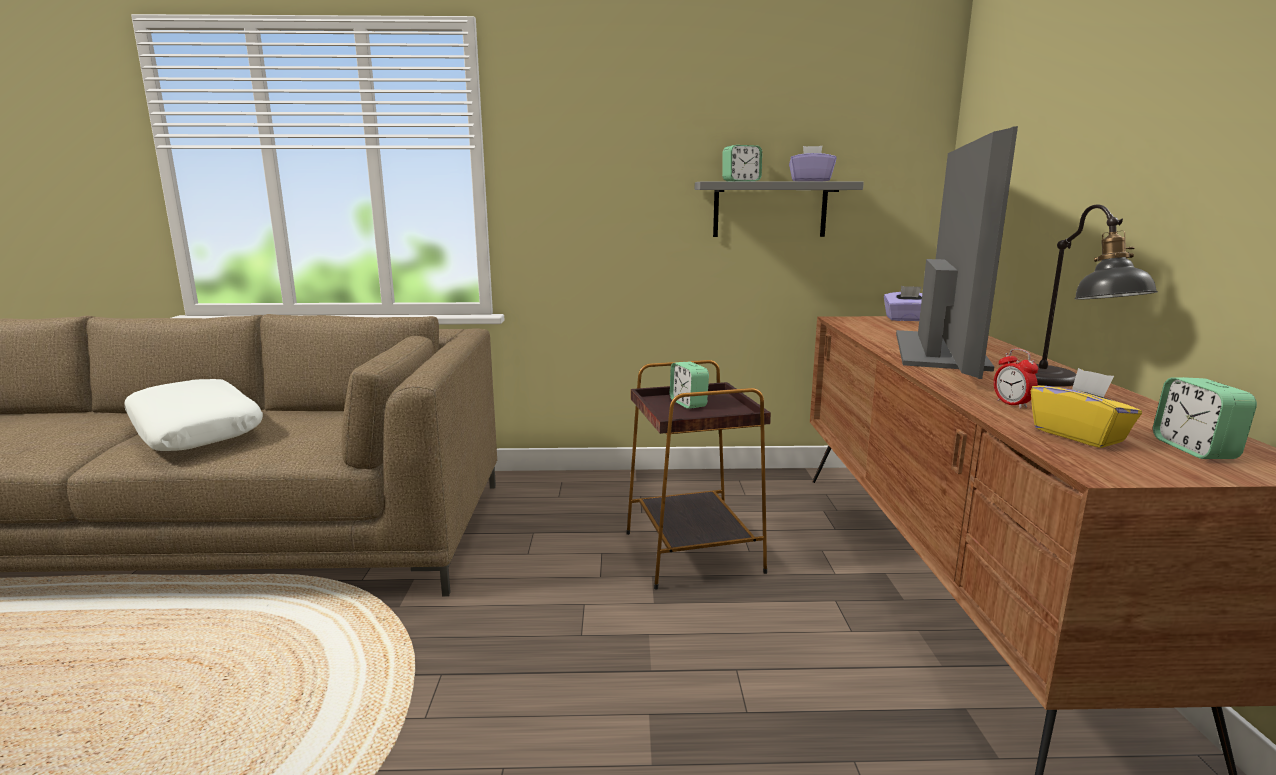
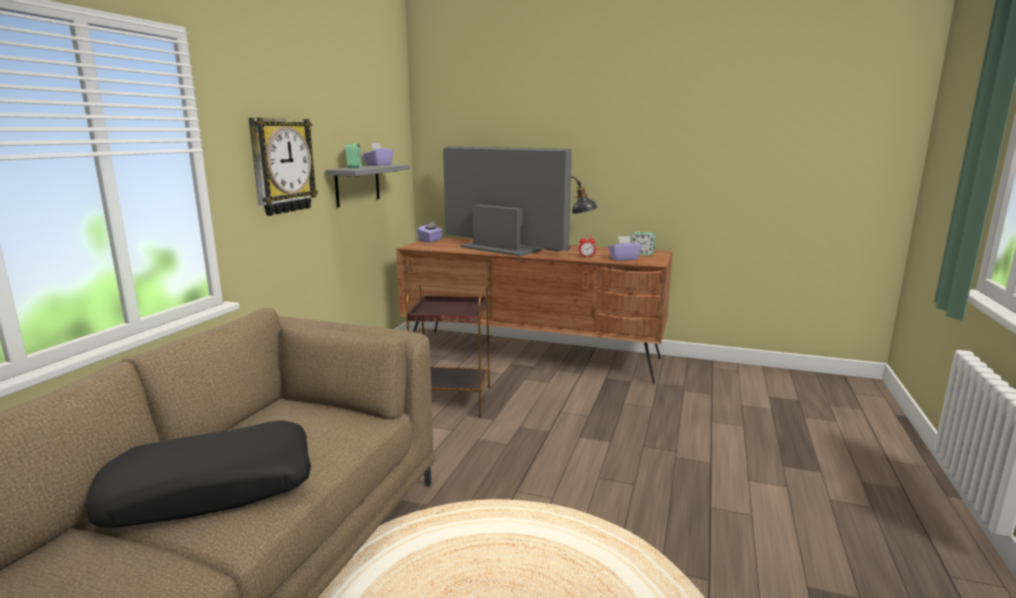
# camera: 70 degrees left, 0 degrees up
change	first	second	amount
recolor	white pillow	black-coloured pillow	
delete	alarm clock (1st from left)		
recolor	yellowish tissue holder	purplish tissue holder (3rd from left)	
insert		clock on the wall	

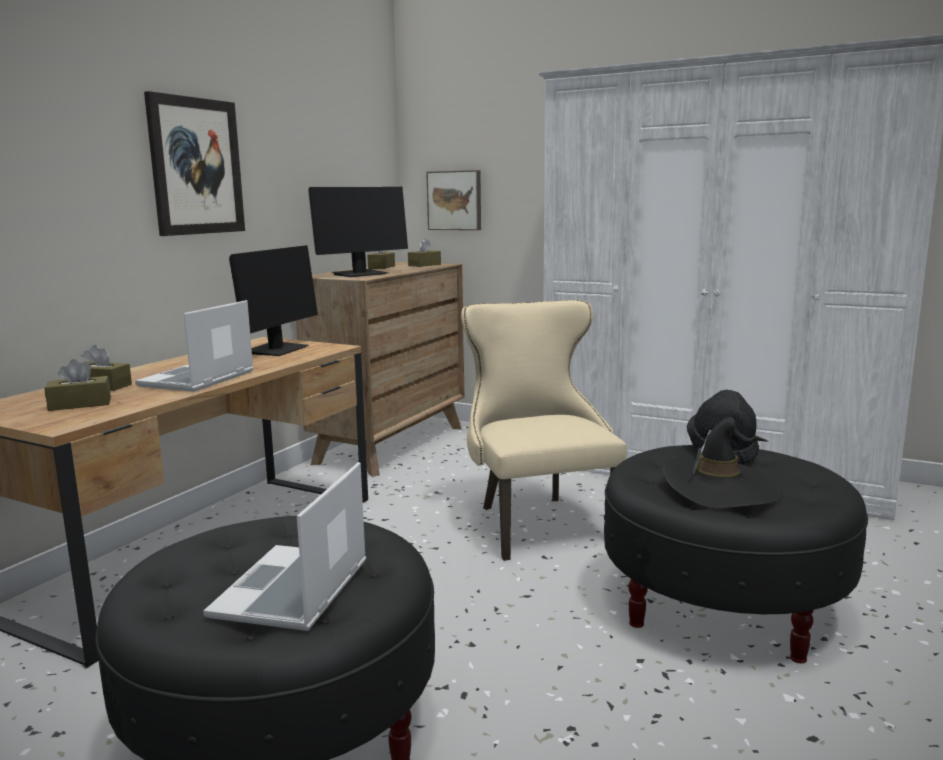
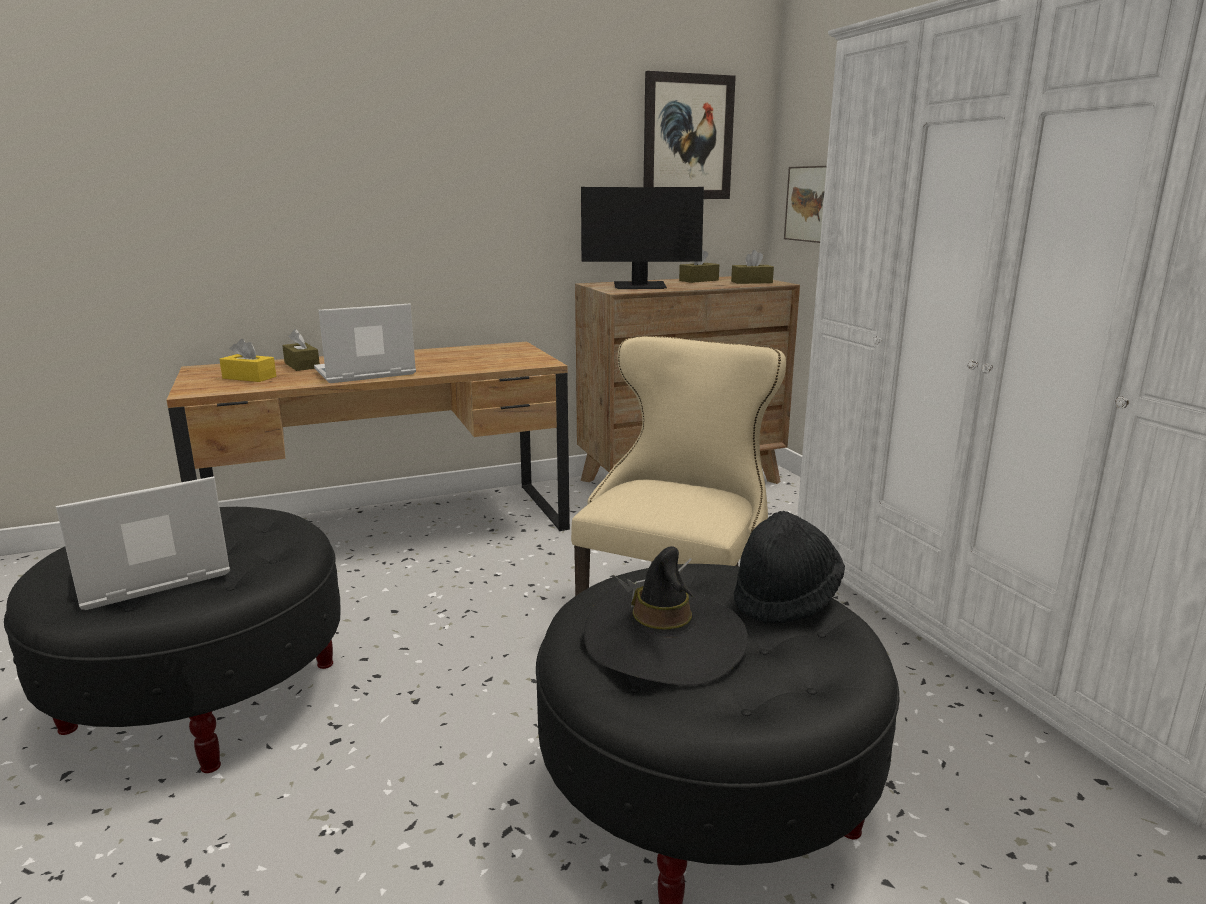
# camera: 40 degrees right, 5 degrees up
change	first	second	amount
recolor	brown-coloured tissue holder (1st from left)	yellowish tissue holder	
move	picture (1st from left)		
delete	computer screen (1st from left)		

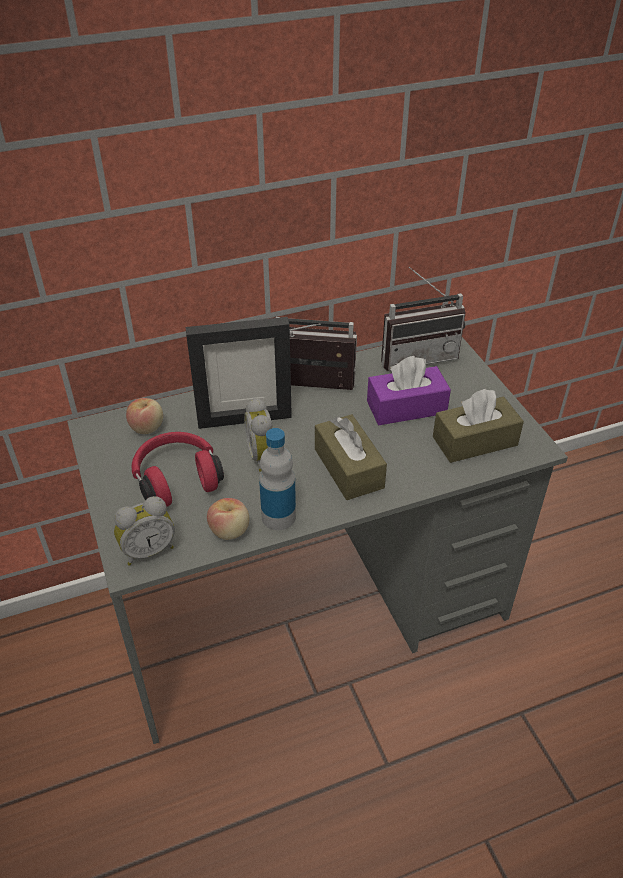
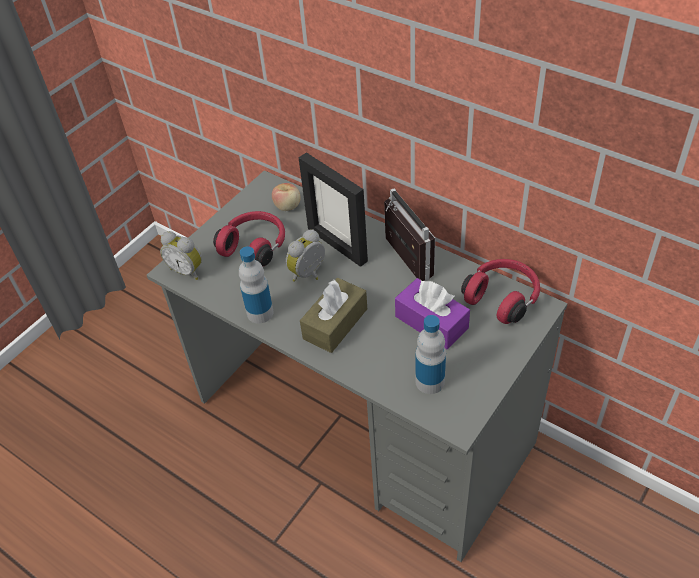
# camera: 60 degrees right, 5 degrees up
change	first	second	amount
delete	apple (2nd from left)		
replace	radio (2nd from left)	red-coloured headphones (2nd from left)	
replace	brown-coloured tissue holder (2nd from left)	drink bottle (2nd from left)	

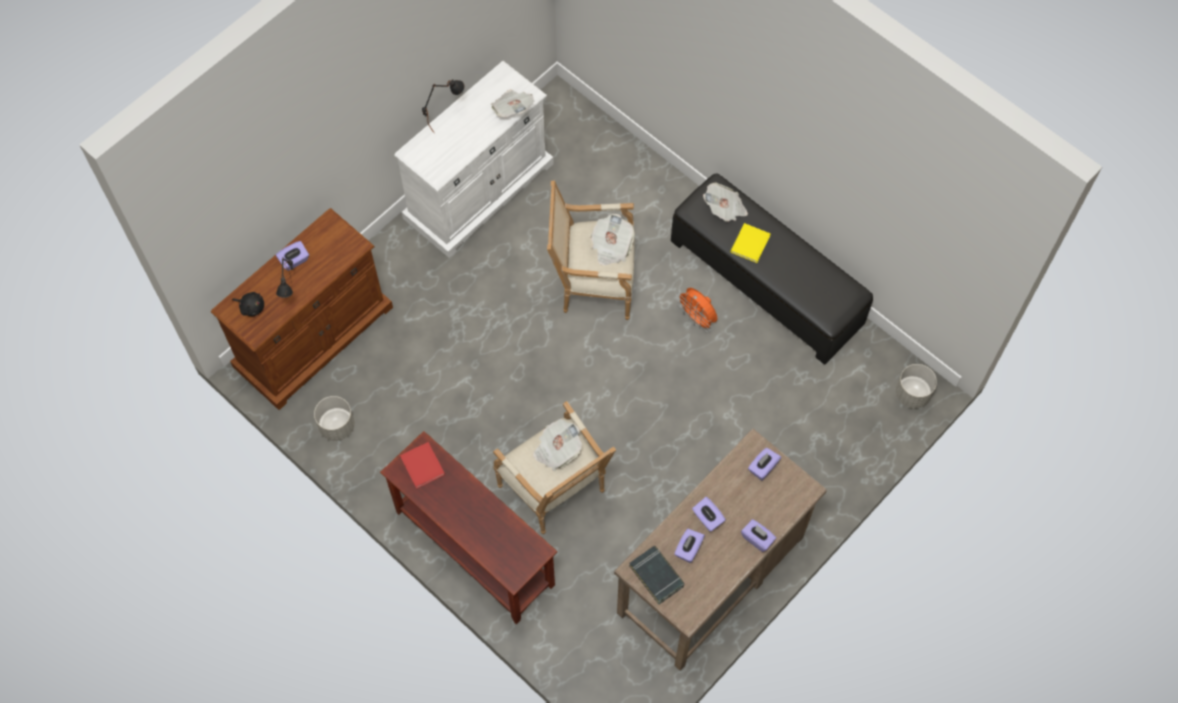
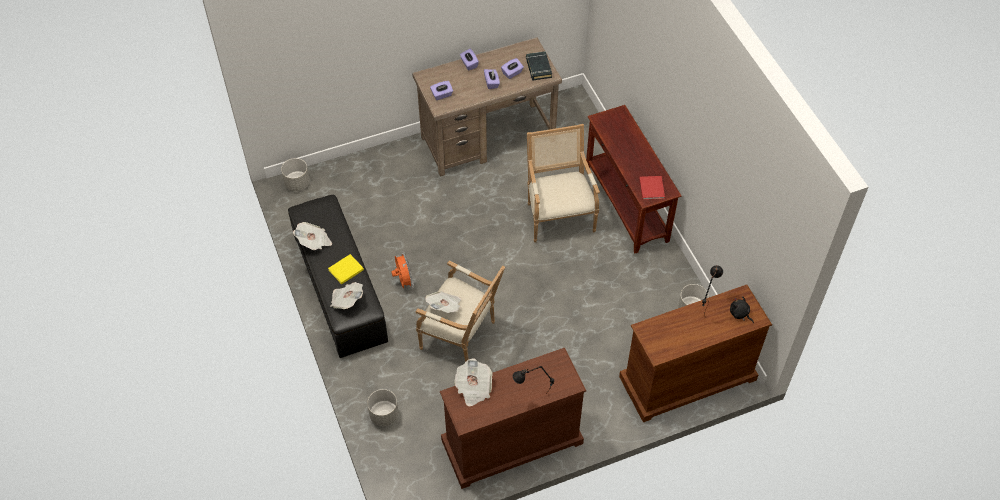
# camera: 155 degrees left, 10 degrees down
change	first	second	amount
delete	purplish tissue holder (1st from left)		
recolor	white drawer chest	brown-coloured drawer chest (1st from left)	
move	printed paper (2nd from left in the first image)	printed paper (1st from left)	
insert		greyish planter (2nd from left)	

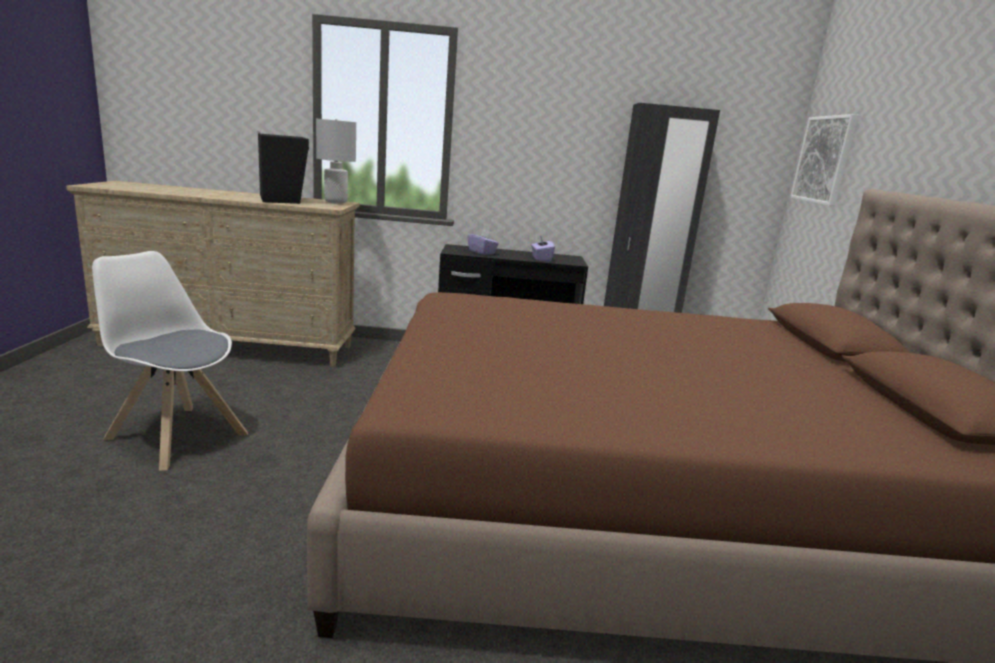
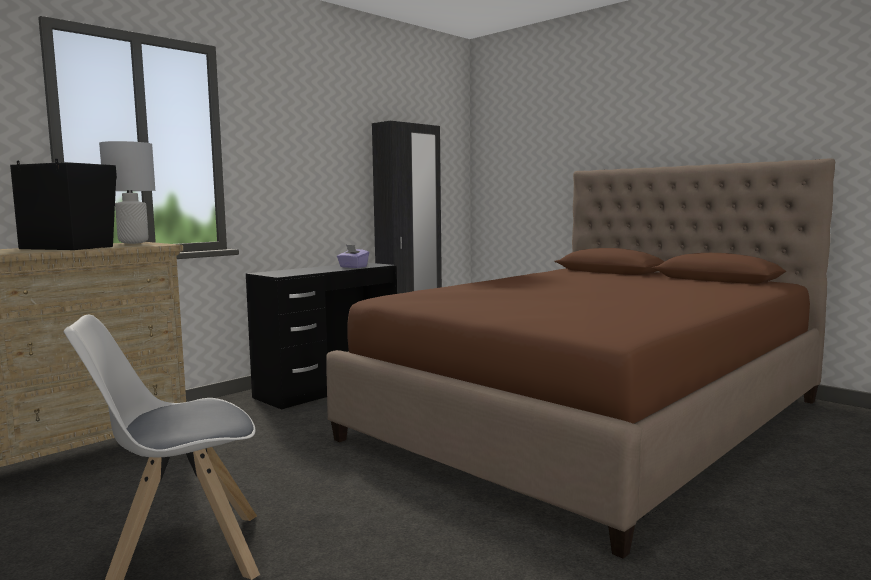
# camera: 45 degrees left, 10 degrees down
change	first	second	amount
delete	purplish tissue holder (1st from left)		
delete	picture		

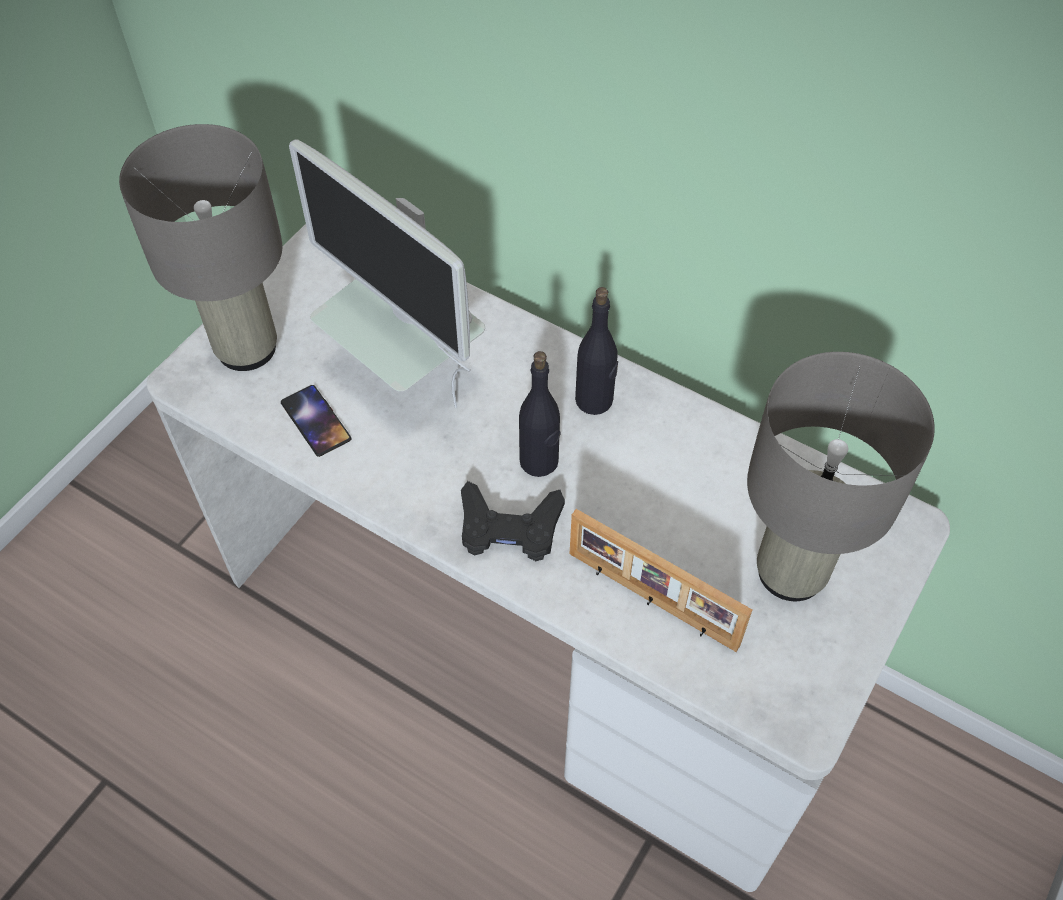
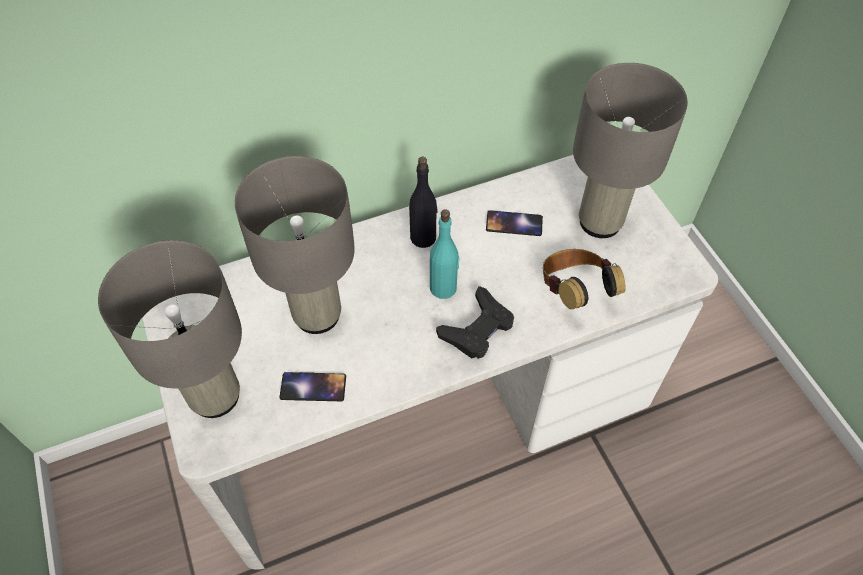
# camera: 55 degrees left, 0 degrees up
change	first	second	amount
replace	computer screen	greyish table lamp (2nd from left)	
recolor	black-coloured drink bottle (1st from left)	turquoise drink bottle	
replace	photo frame	headphones	
insert		handset (2nd from left)	

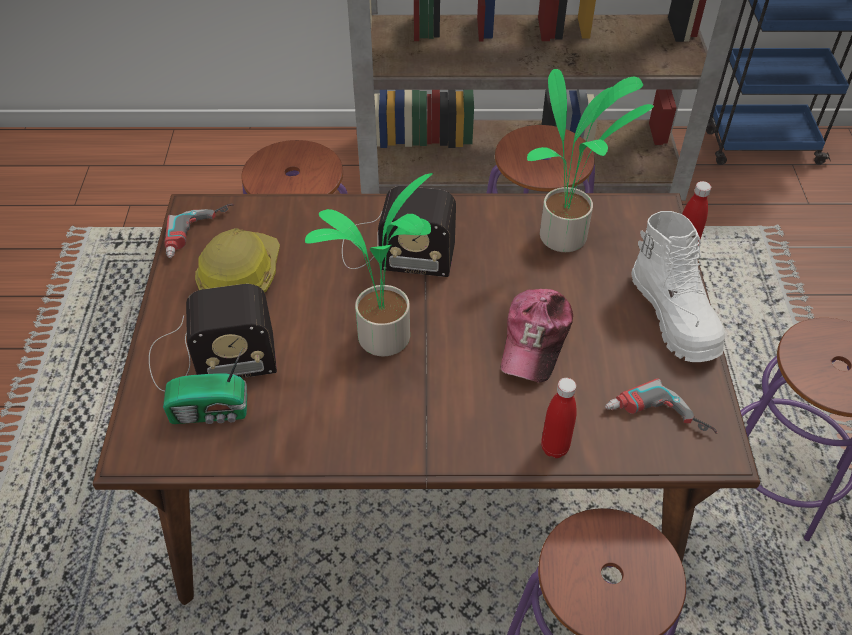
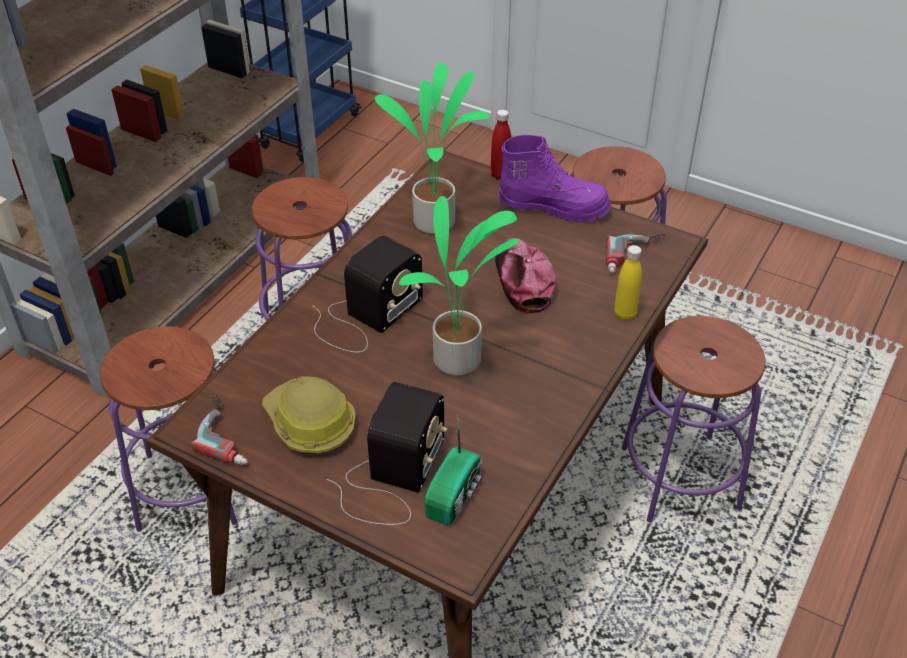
# camera: 60 degrees left, 5 degrees down
change	first	second	amount
rotate	peaked cap		150 degrees counterclockwise
recolor	red-coloured drink bottle (1st from left)	yellowish drink bottle	
recolor	white high-top boot	purplish high-top boot	

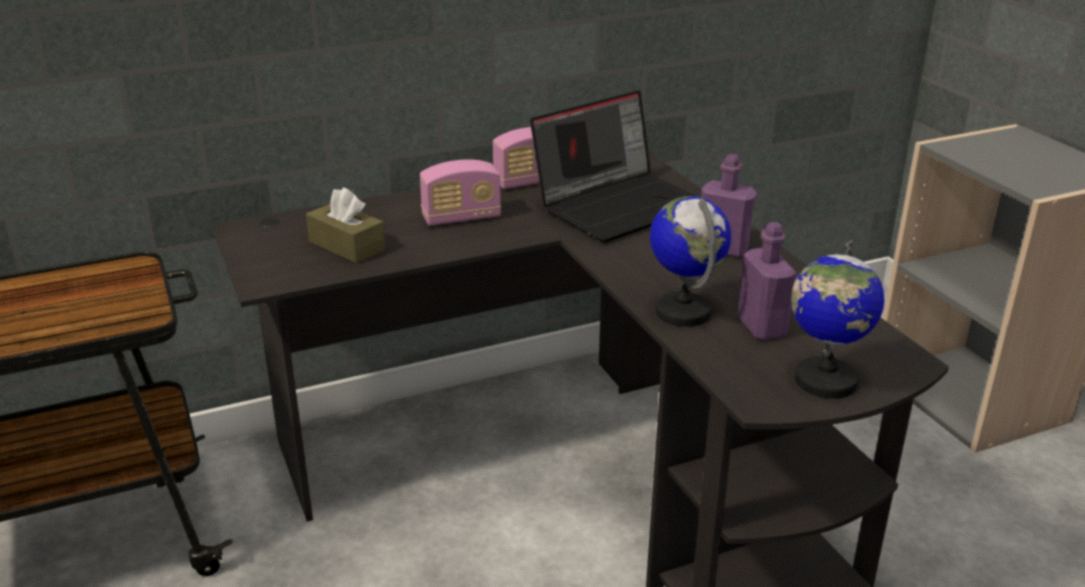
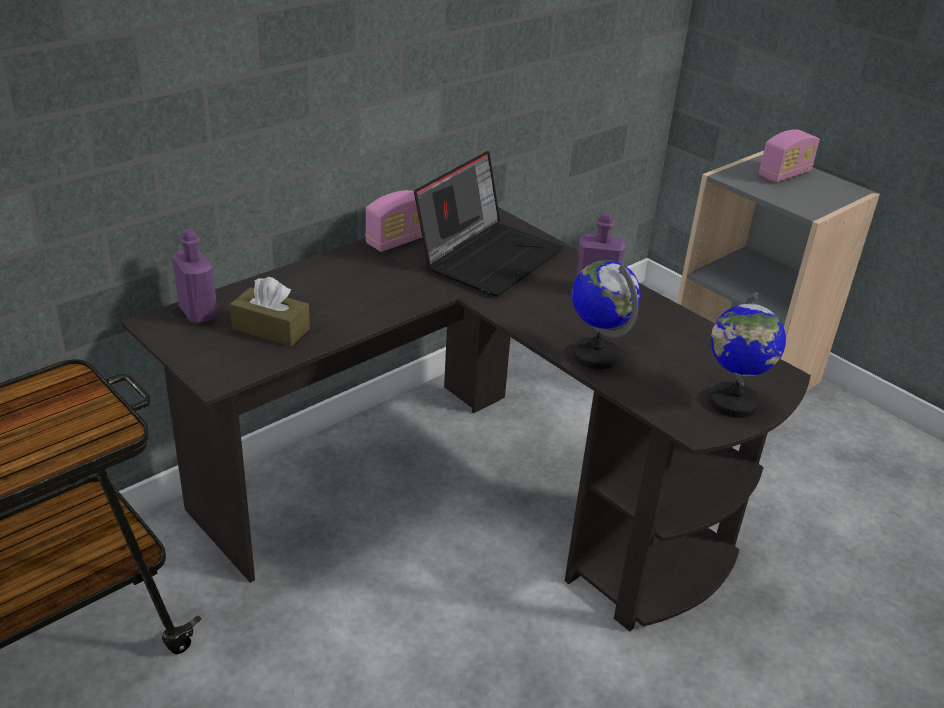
# camera: 20 degrees left, 5 degrees up
change	first	second	amount
move	radio (1st from left in the first image)	radio (2nd from left)	
move	purplish drink bottle (2nd from left in the first image)	purplish drink bottle (1st from left)	

